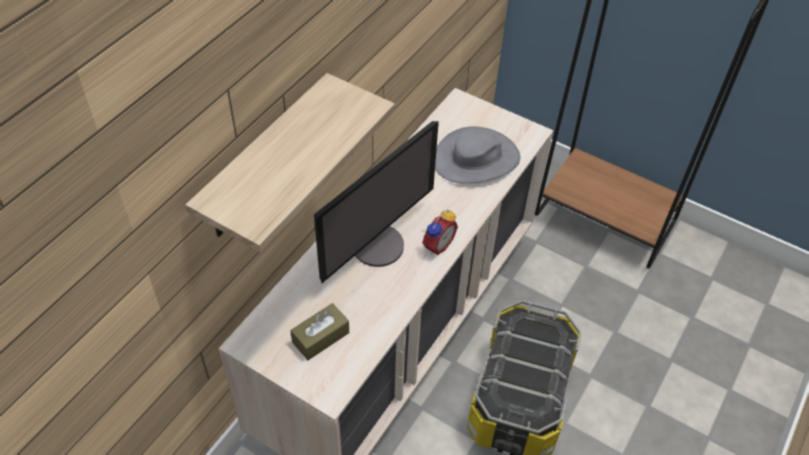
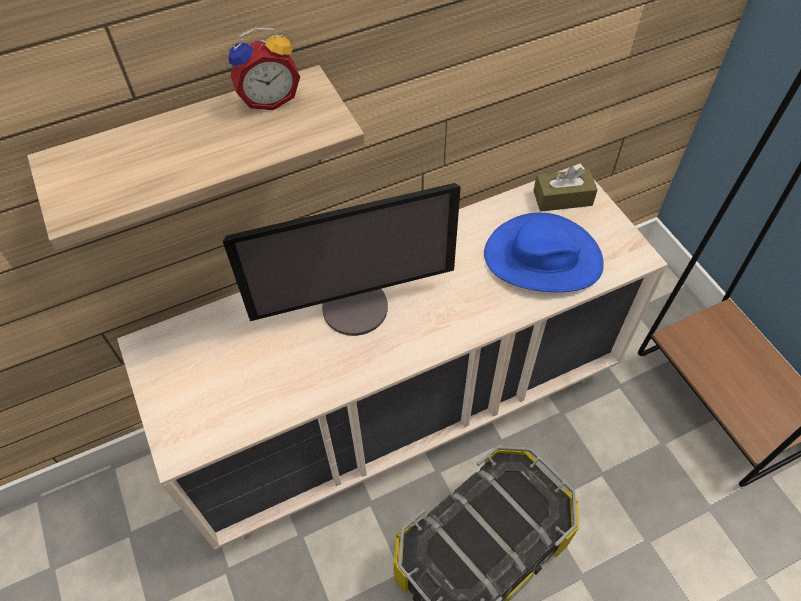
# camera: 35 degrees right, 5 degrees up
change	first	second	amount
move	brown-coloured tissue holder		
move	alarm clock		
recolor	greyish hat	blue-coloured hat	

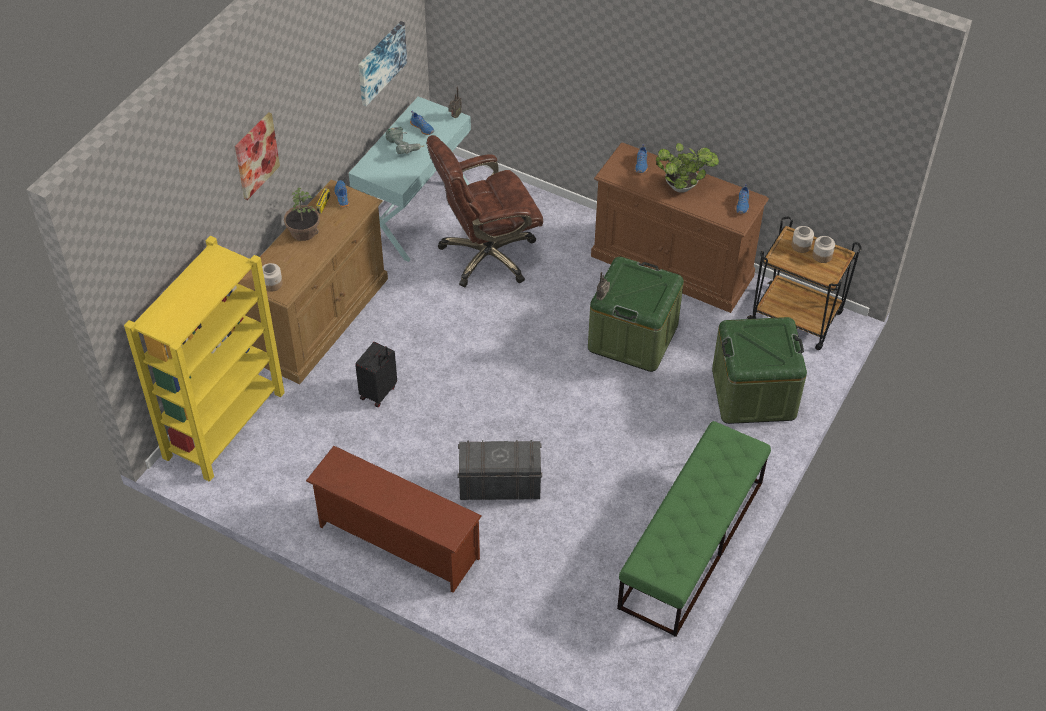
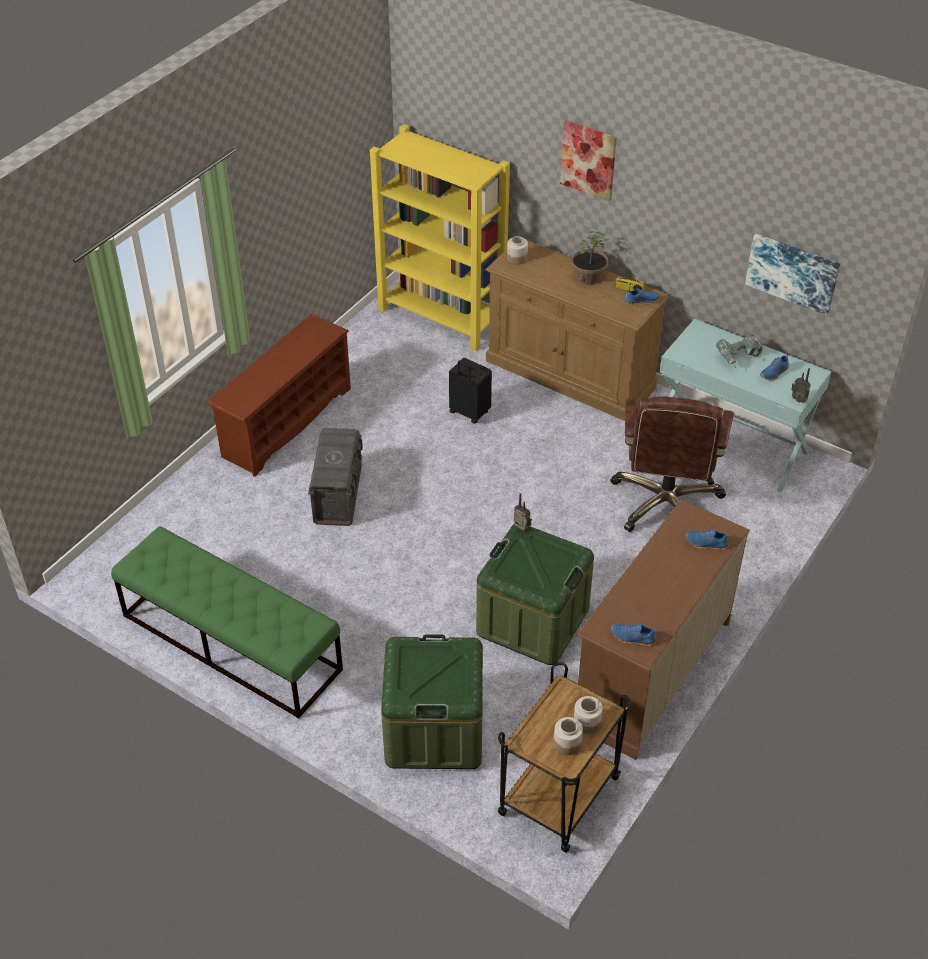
# camera: 95 degrees right, 5 degrees down
change	first	second	amount
rotate	brown-coloured office chair		150 degrees counterclockwise
delete	plant in a pot (2nd from left)		

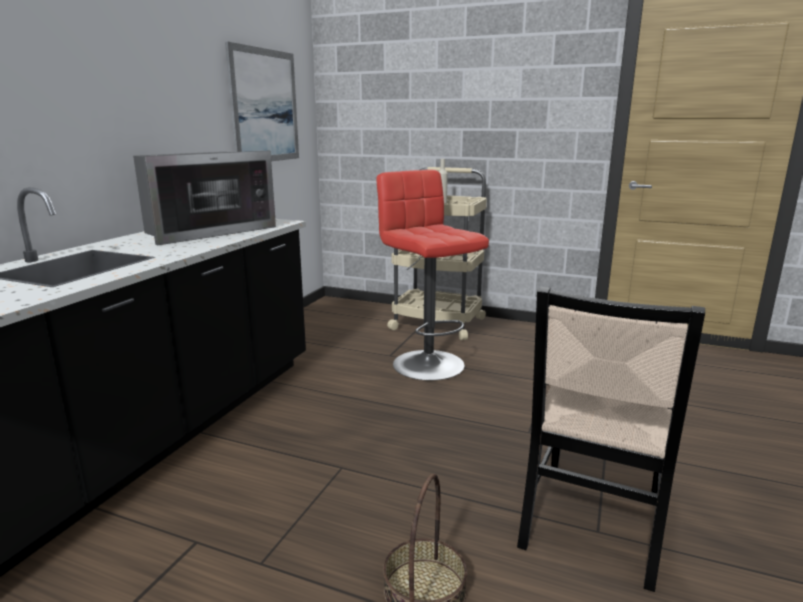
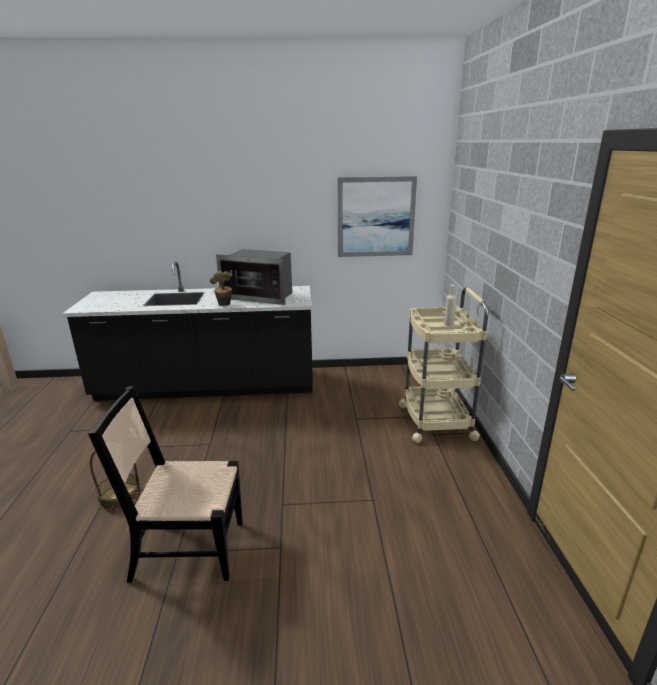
# camera: 65 degrees right, 5 degrees up
change	first	second	amount
delete	red-coloured sitting stool		
insert		plant in a pot	

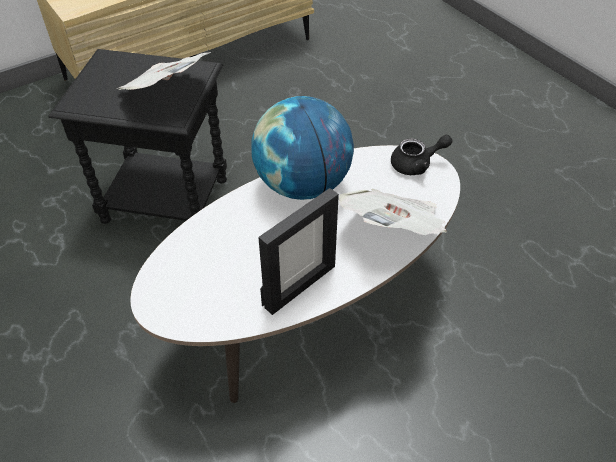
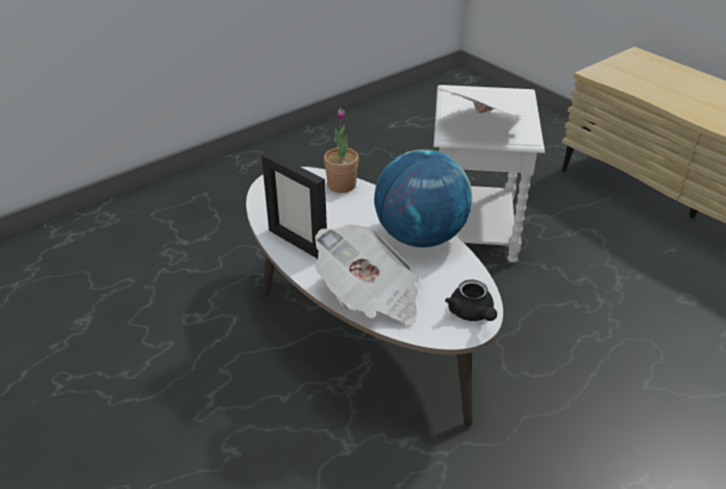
# camera: 85 degrees right, 10 degrees down
change	first	second	amount
recolor	black-coloured accent table	white accent table	
insert		plant in a pot	

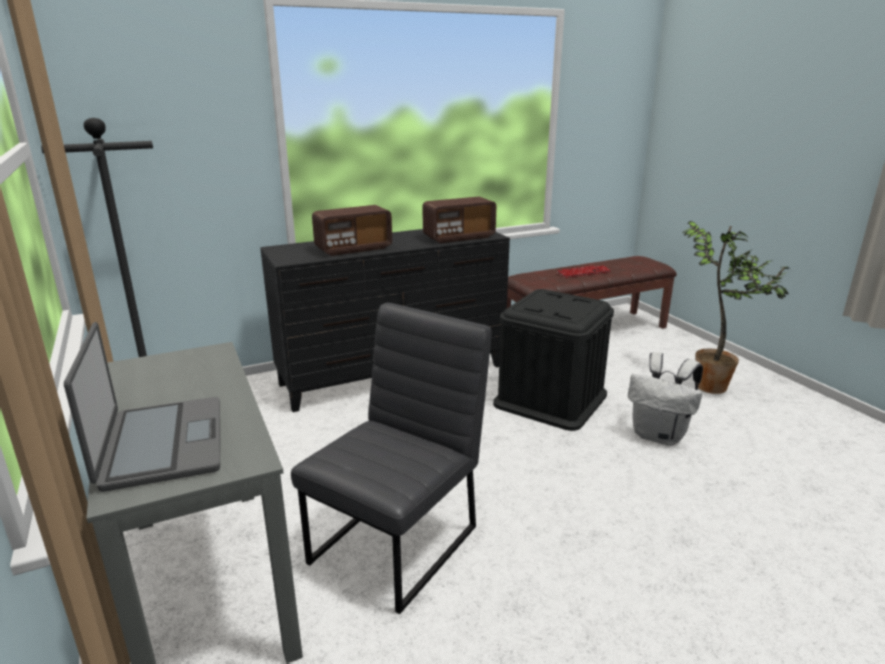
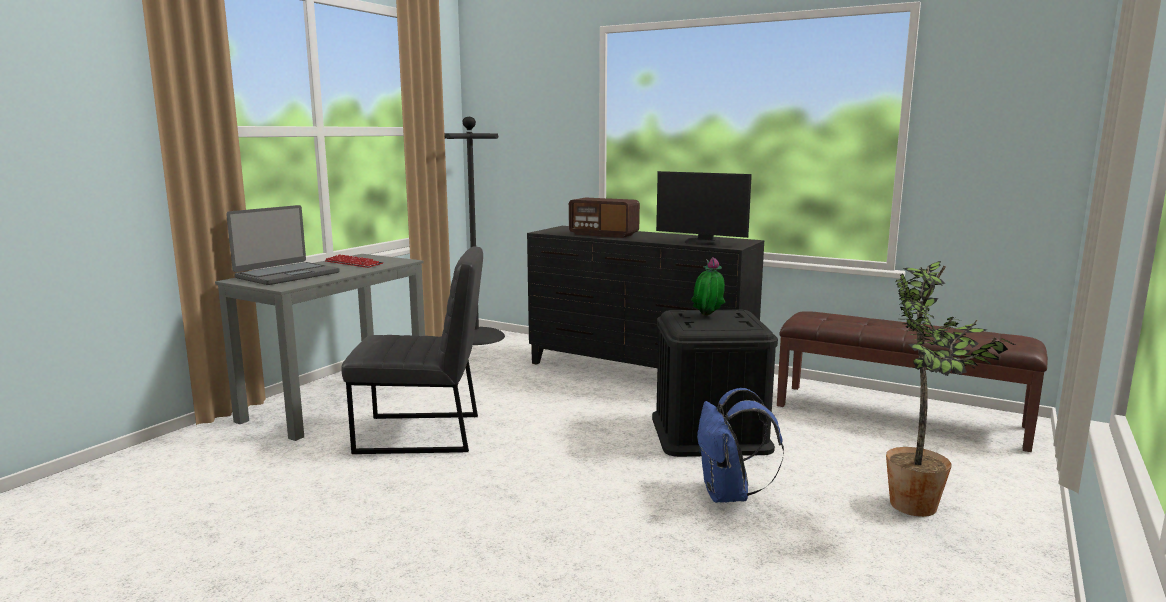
# camera: 55 degrees right, 10 degrees down
change	first	second	amount
replace	radio (2nd from left)	computer screen	
move	PC keyboard		
recolor	white rucksack	blue-coloured rucksack	
insert		plant in a pot (1st from left)	

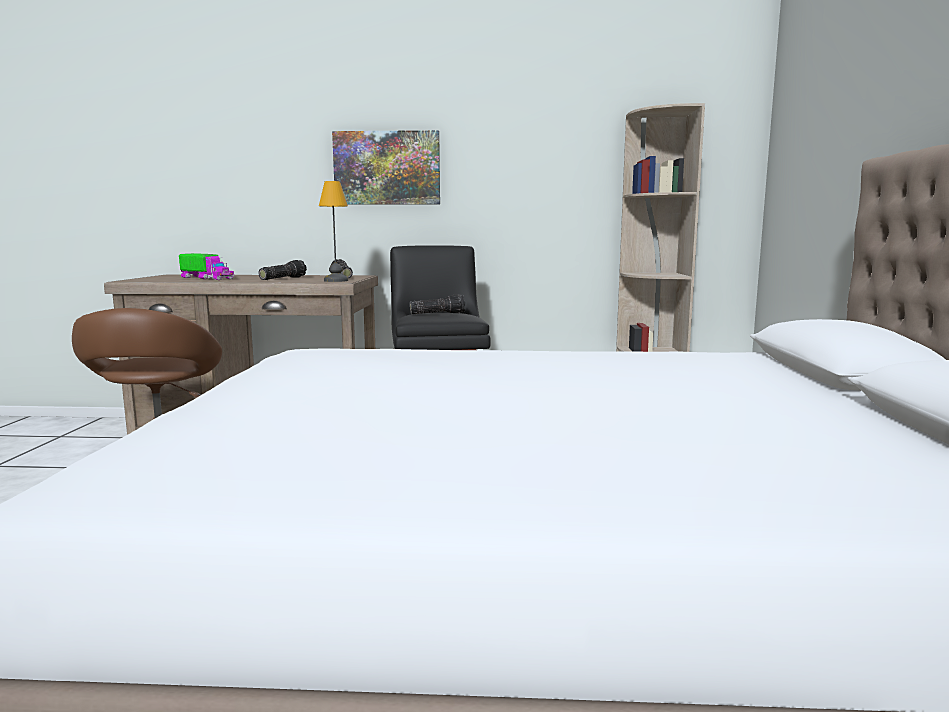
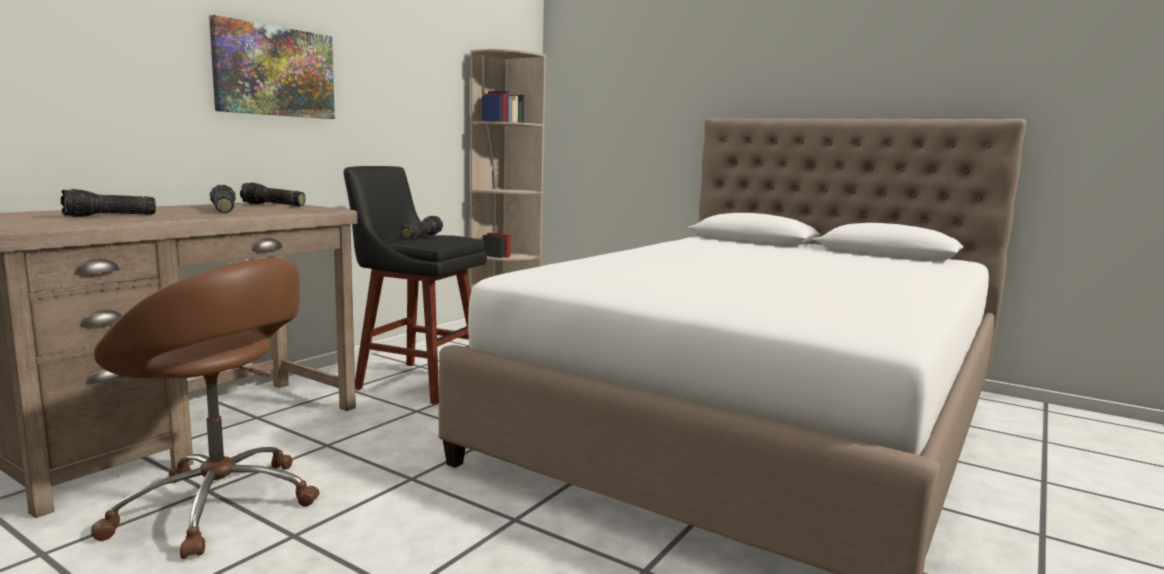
# camera: 60 degrees left, 0 degrees up
change	first	second	amount
replace	toy truck	flashlight (1st from left)	
delete	table lamp		

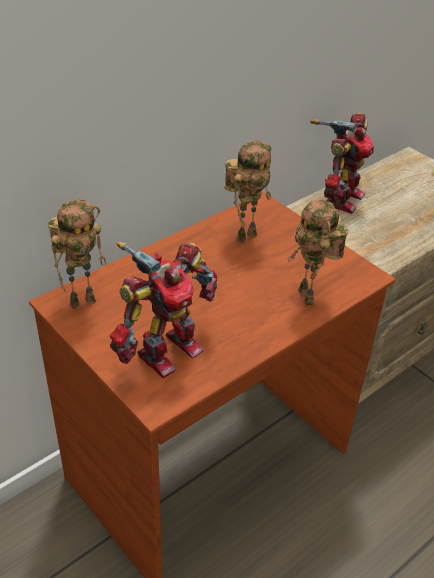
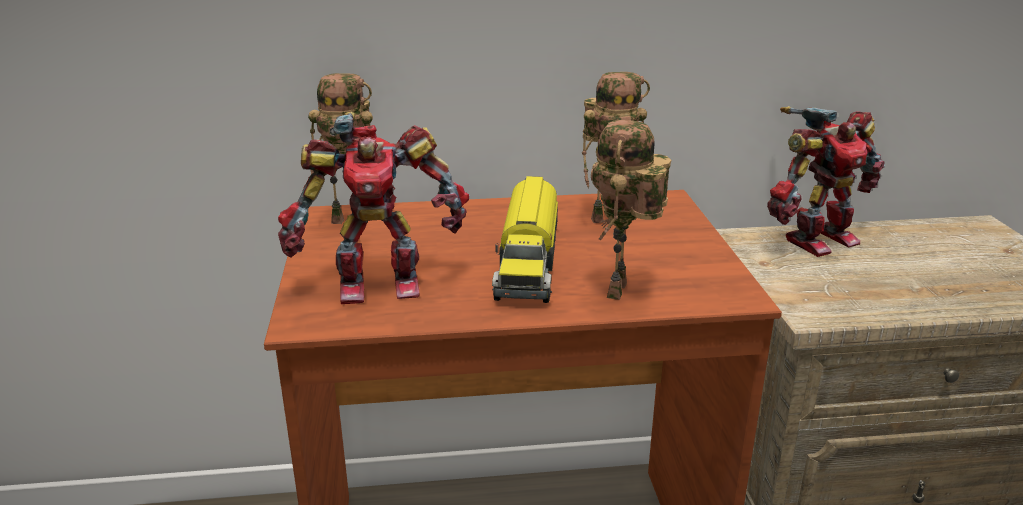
# camera: 35 degrees right, 15 degrees down
change	first	second	amount
insert		toy truck	

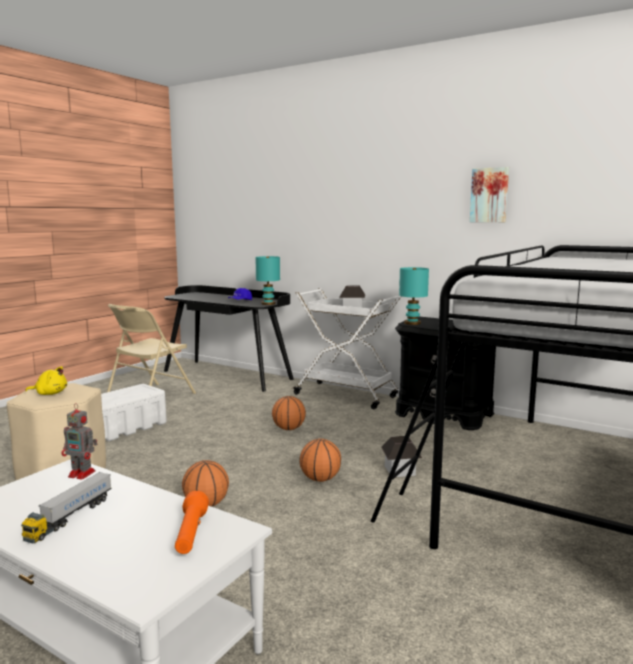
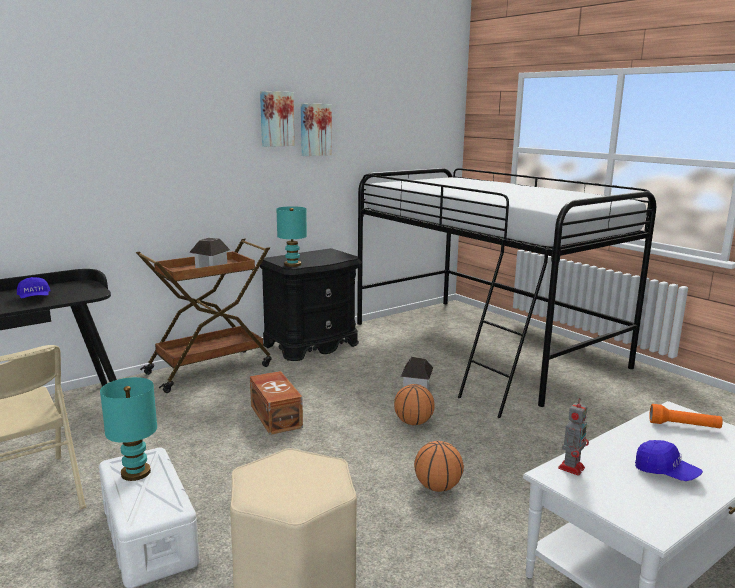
# camera: 70 degrees left, 5 degrees up
change	first	second	amount
replace	toy truck	blue-coloured peaked cap (2nd from left)	
delete	yellowish cuddly toy		
move	turquoise table lamp (1st from left)		
replace	basketball ball (2nd from left)	brown-coloured storage box	
recolor	white trolley	brown-coloured trolley	
insert		picture (1st from left)	

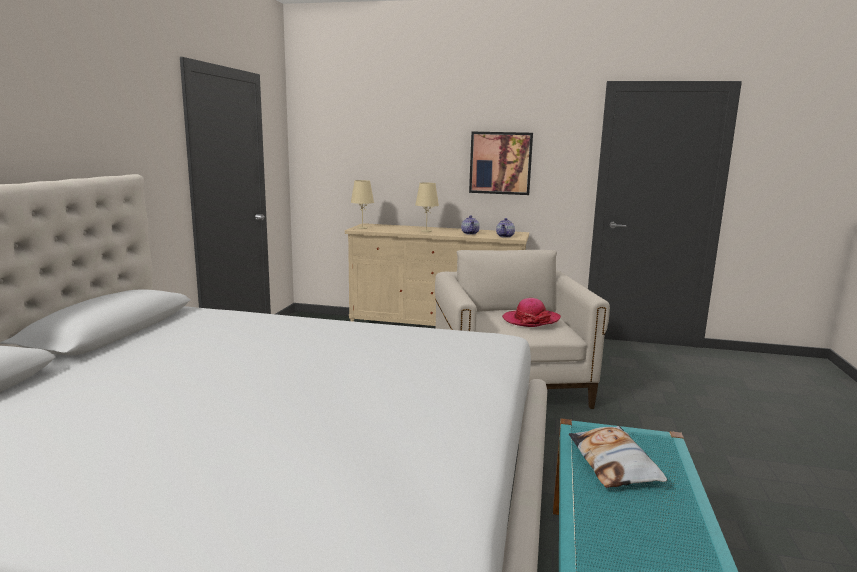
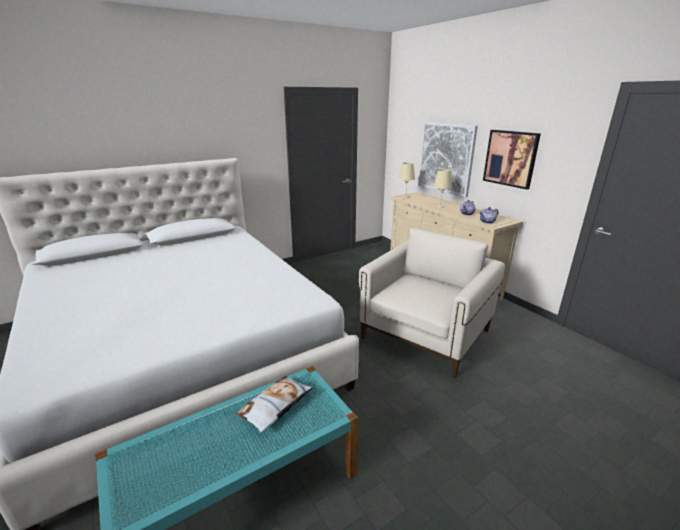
# camera: 45 degrees right, 10 degrees up
change	first	second	amount
delete	hat		
insert		picture (1st from left)	

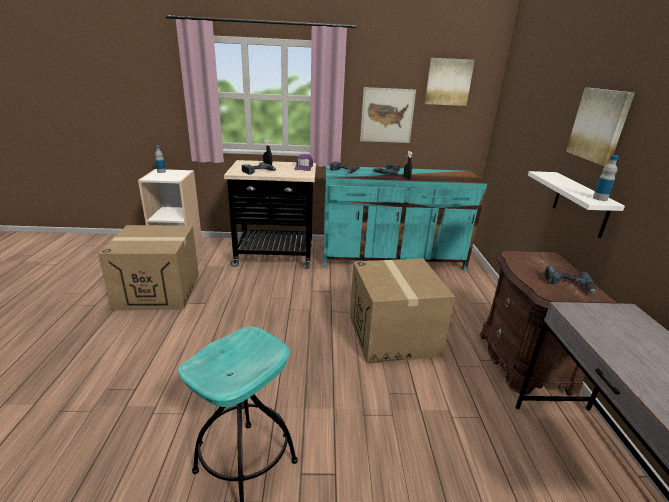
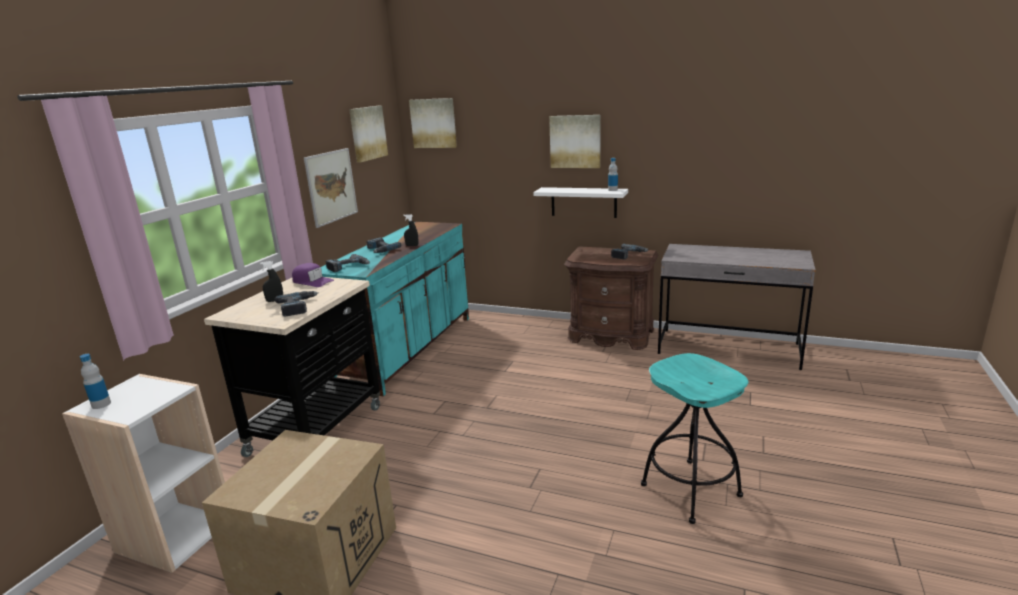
# camera: 65 degrees left, 5 degrees down
change	first	second	amount
delete	cardboard box (2nd from left)		
insert		picture (3rd from left)	

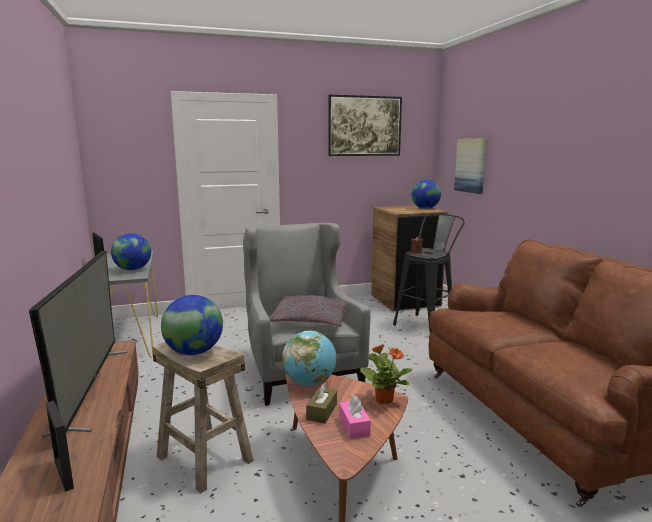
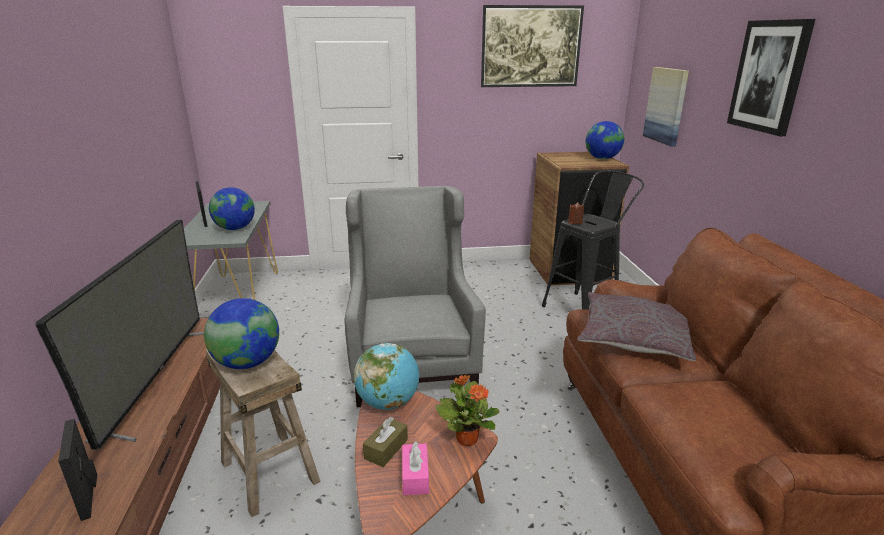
# camera: 10 degrees right, 10 degrees up
change	first	second	amount
move	greyish pillow		
insert		picture (3rd from left)	

